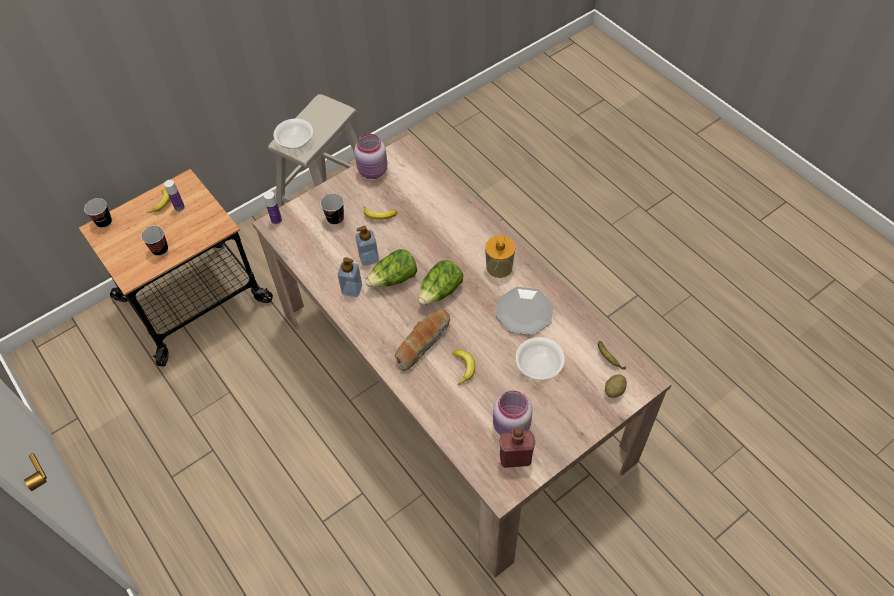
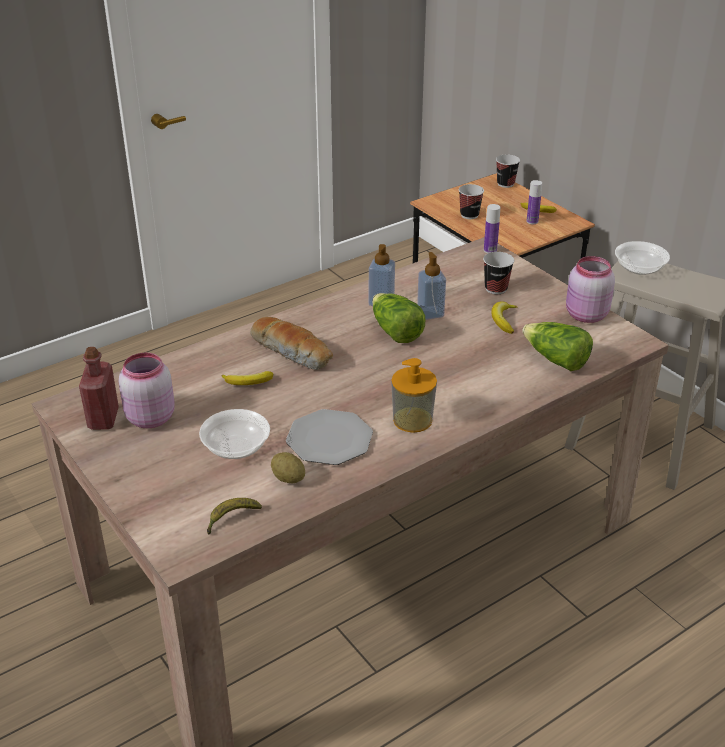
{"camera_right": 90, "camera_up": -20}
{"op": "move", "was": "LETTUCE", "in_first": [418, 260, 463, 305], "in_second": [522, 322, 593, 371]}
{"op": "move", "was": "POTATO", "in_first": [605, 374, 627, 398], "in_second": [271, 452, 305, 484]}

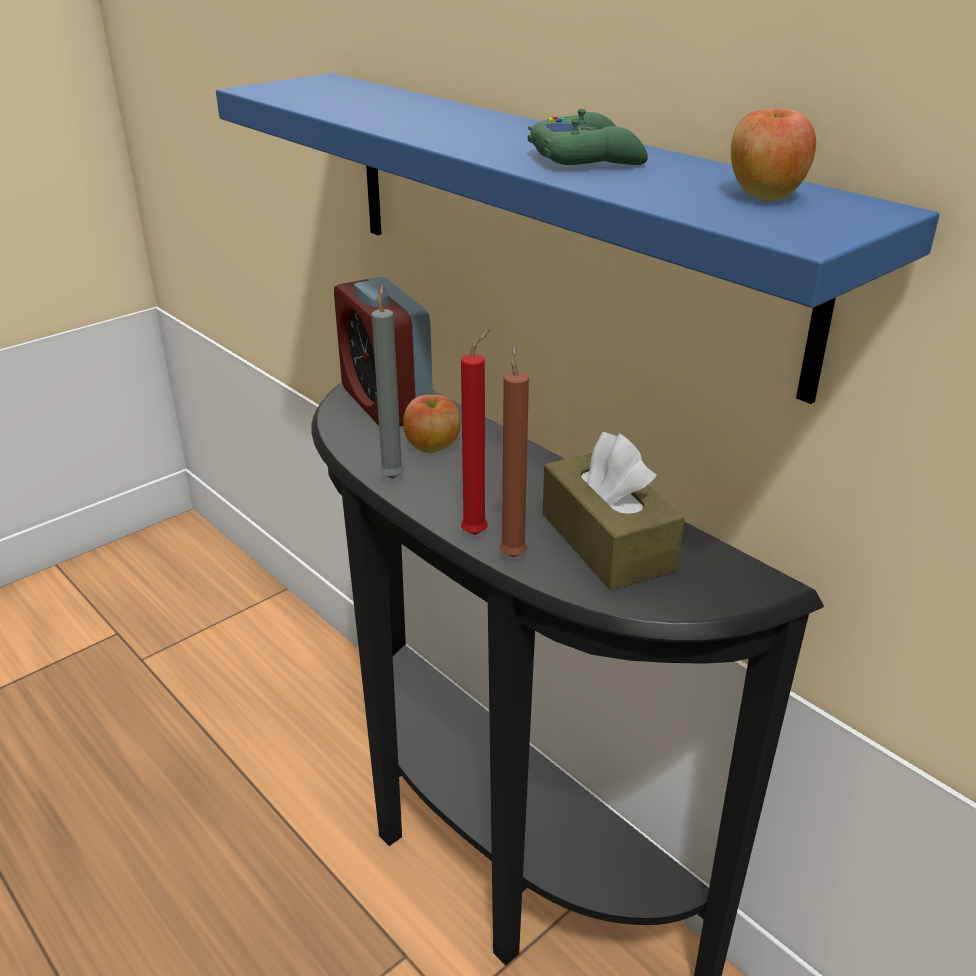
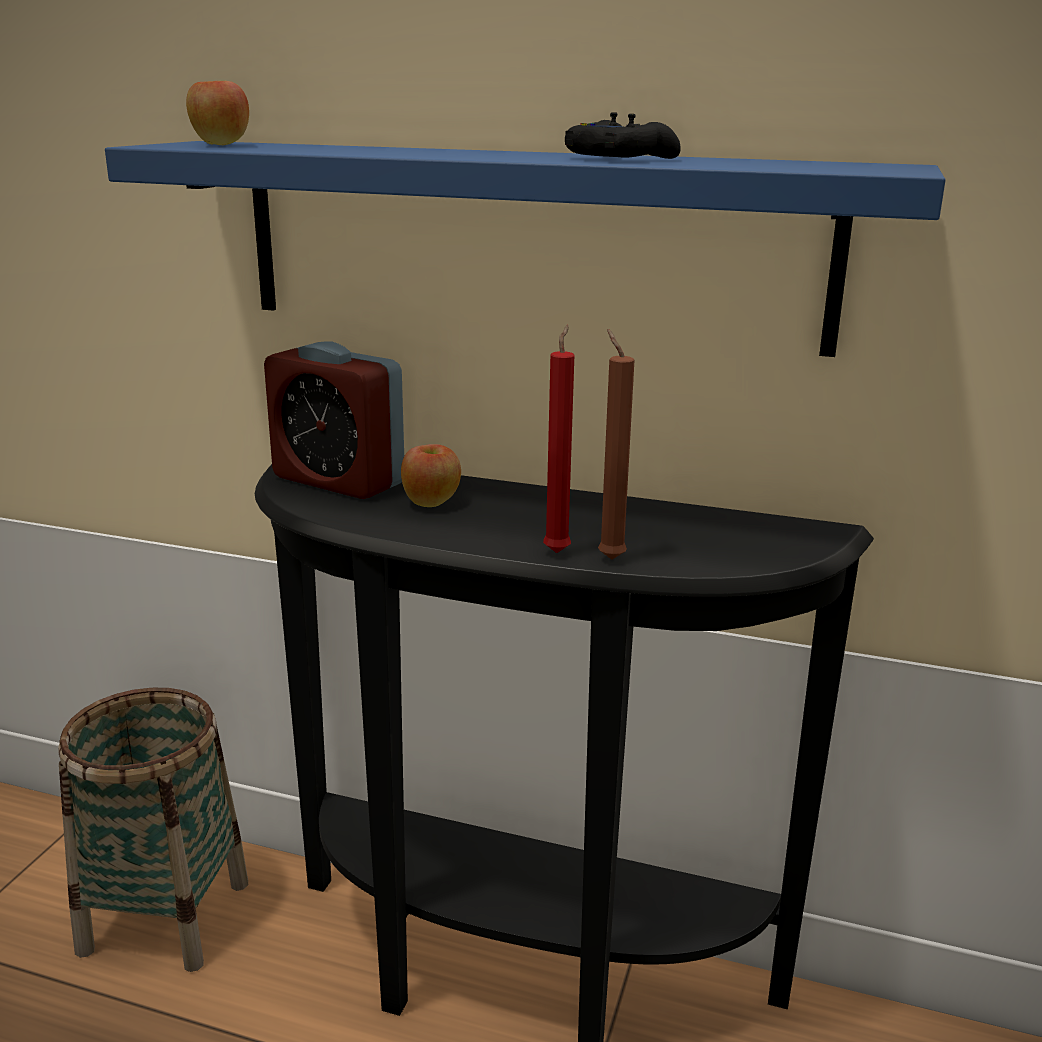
{"camera_right": -30, "camera_up": -10}
{"op": "delete", "was": "GRAY WAX CANDLE", "in_first": [372, 284, 404, 479]}
{"op": "recolor", "was": "GREENISH JOYPAD", "now": "BLACK JOYPAD", "in_first": [528, 109, 648, 165], "in_second": [565, 113, 681, 159]}
{"op": "delete", "was": "BROWN-COLOURED TISSUE HOLDER", "in_first": [542, 432, 685, 590]}
{"op": "move", "was": "APPLE FRUIT", "in_first": [731, 109, 816, 201], "in_second": [186, 81, 249, 145]}
{"op": "insert", "now": "STORAGE BASKET", "in_second": [58, 688, 248, 972]}

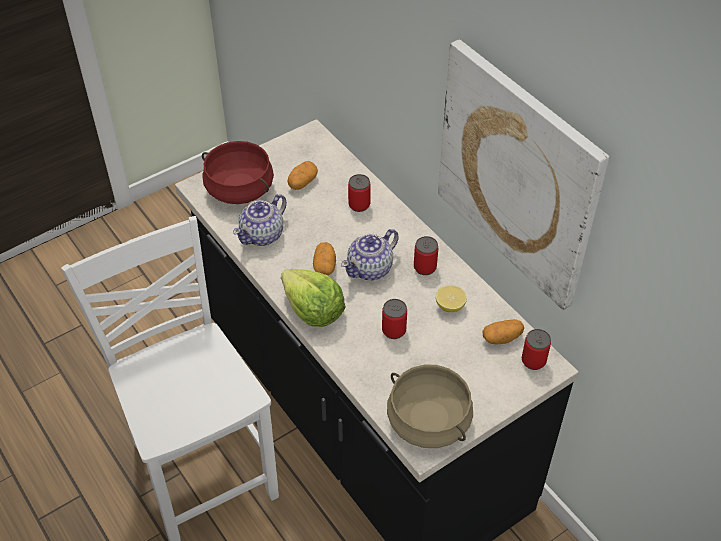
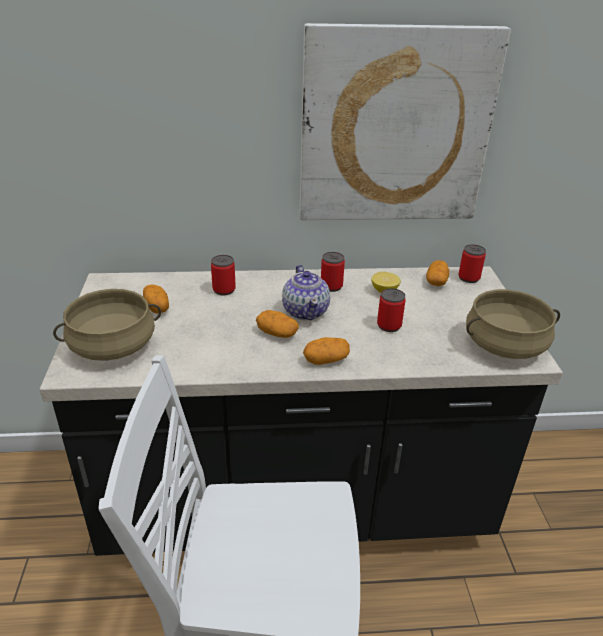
{"camera_right": -60, "camera_up": -15}
{"op": "recolor", "was": "REDDISH SAUCEPOT", "now": "BEIGE-COLOURED SAUCEPOT", "in_first": [202, 141, 274, 204], "in_second": [53, 289, 161, 361]}
{"op": "delete", "was": "TEAPOT", "in_first": [233, 194, 287, 246]}
{"op": "replace", "was": "LETTUCE", "now": "POTATO", "in_first": [281, 269, 345, 327], "in_second": [303, 337, 350, 365]}

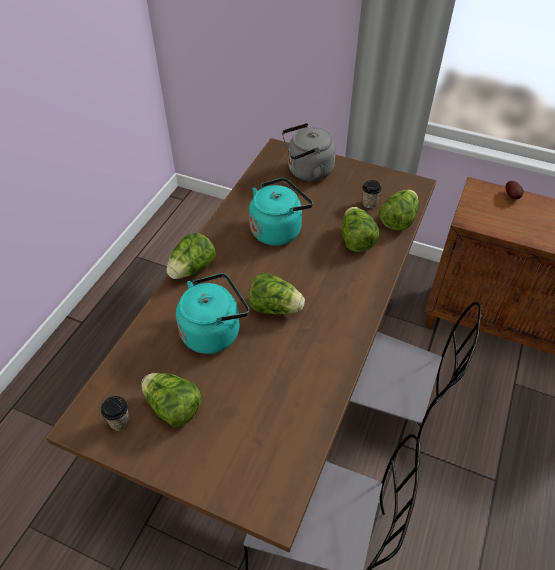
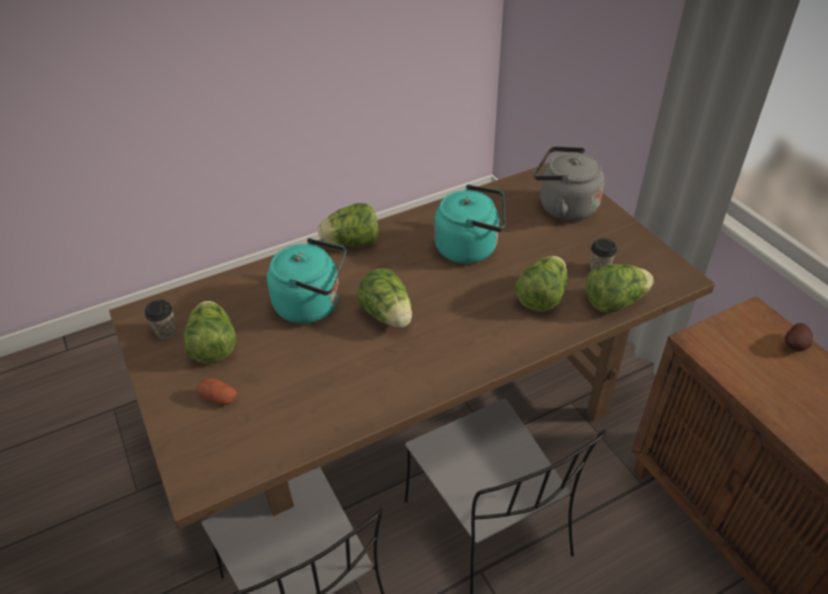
{"camera_right": 40, "camera_up": -5}
{"op": "insert", "now": "POTATO", "in_second": [197, 378, 237, 405]}

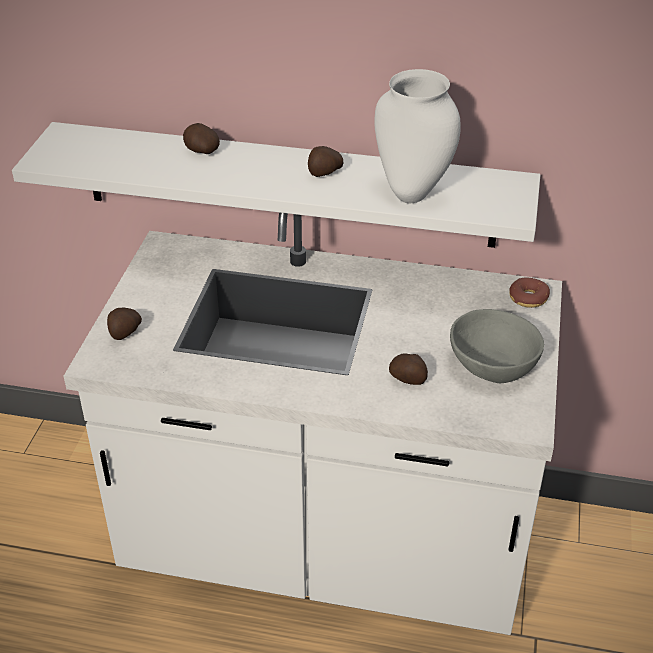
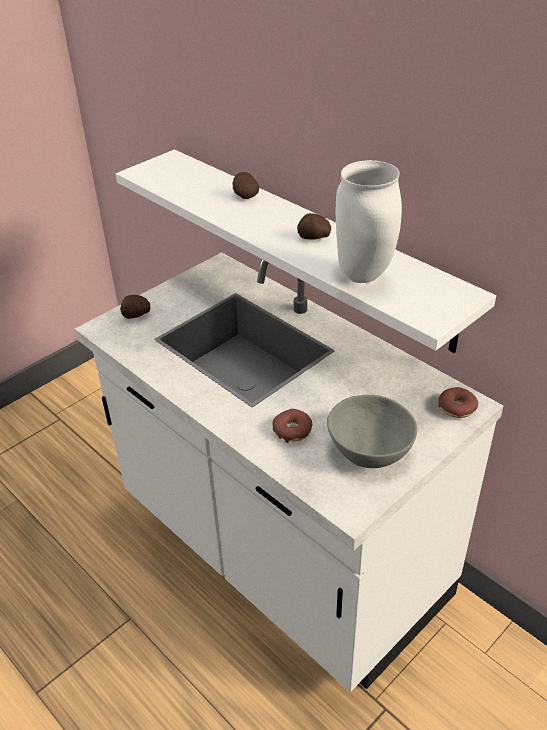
{"camera_right": 35, "camera_up": 0}
{"op": "replace", "was": "POTATO", "now": "RING DOUGHNUT", "in_first": [389, 353, 428, 385], "in_second": [273, 409, 312, 443]}

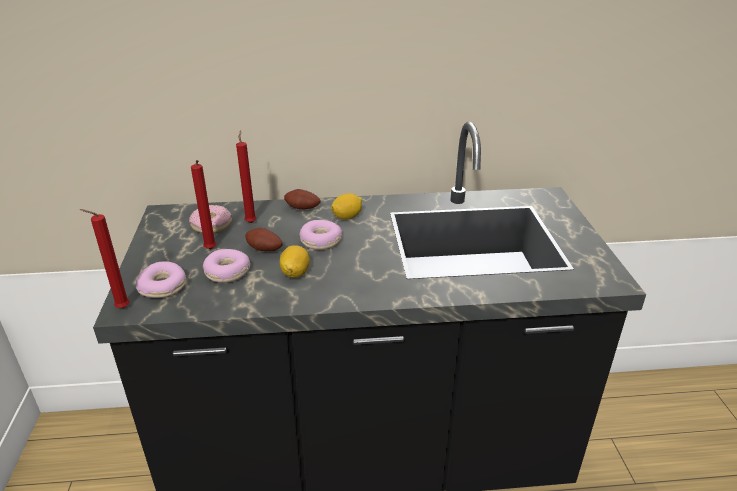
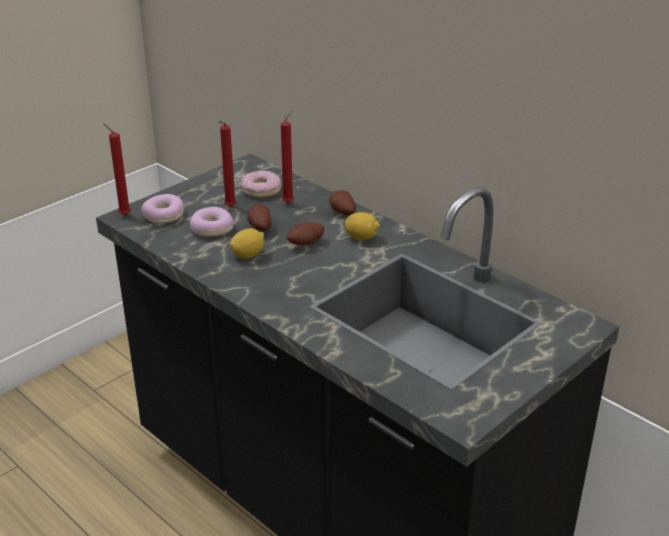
{"camera_right": 50, "camera_up": 0}
{"op": "replace", "was": "RING DOUGHNUT", "now": "POTATO", "in_first": [299, 220, 342, 250], "in_second": [287, 222, 325, 245]}

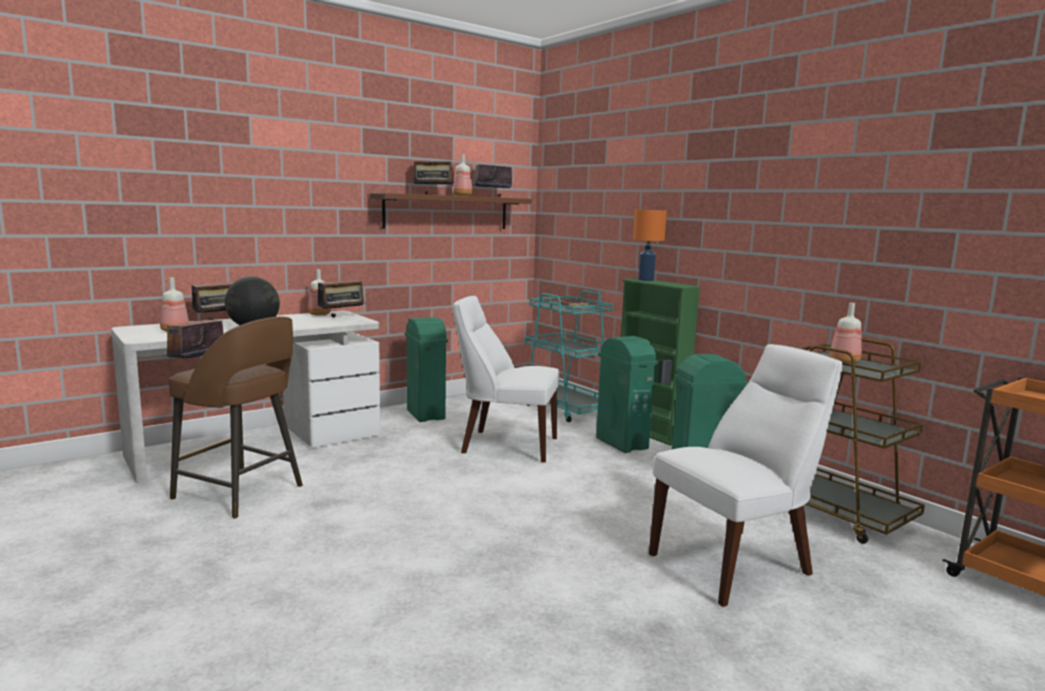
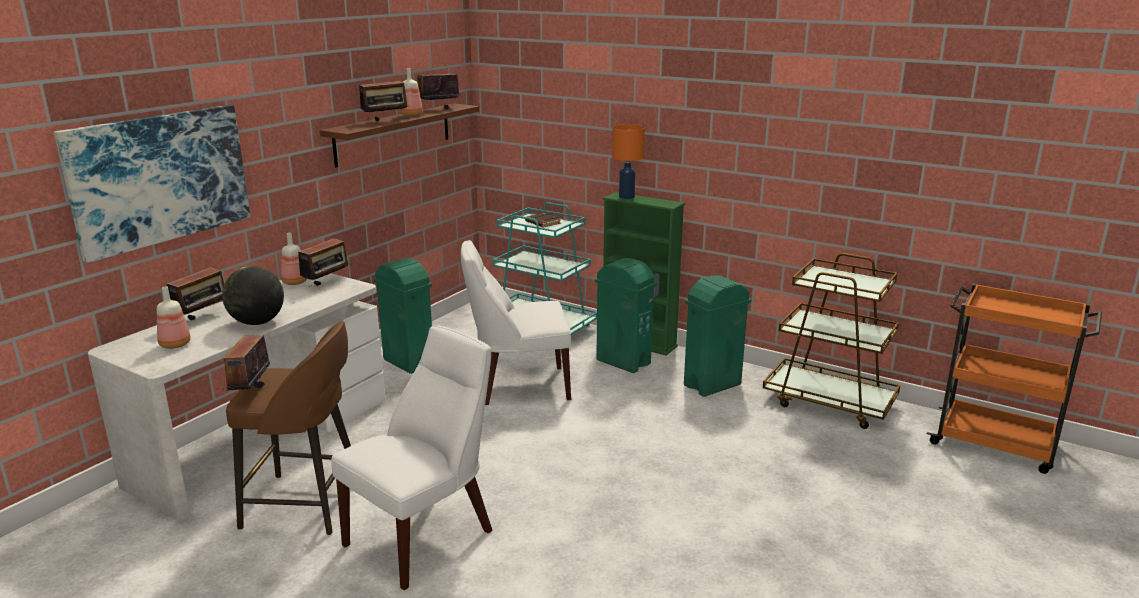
{"camera_right": -20, "camera_up": 10}
{"op": "move", "was": "WHITISH UPRIGHT CHAIR", "in_first": [649, 344, 842, 607], "in_second": [331, 326, 493, 590]}
{"op": "delete", "was": "DRINK BOTTLE", "in_first": [829, 303, 862, 364]}
{"op": "insert", "now": "WALL PICTURE", "in_second": [54, 105, 250, 263]}

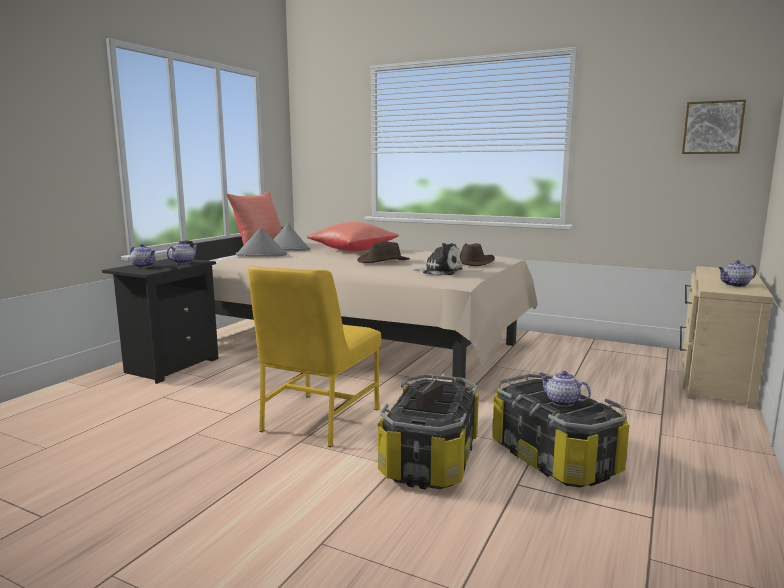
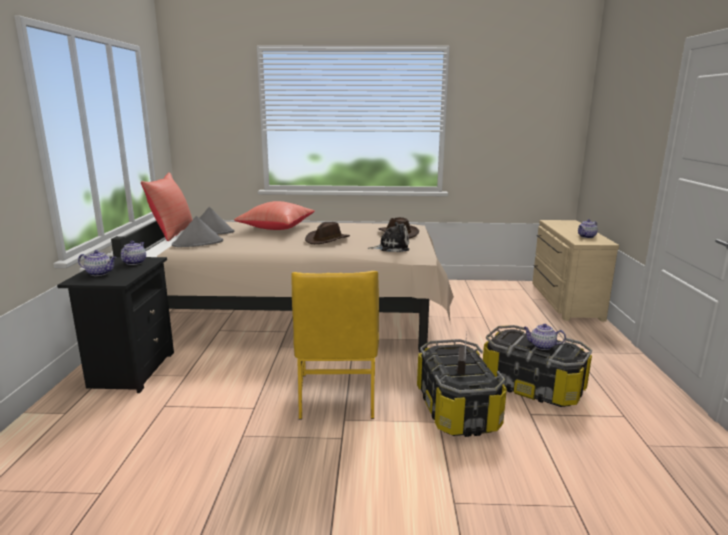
{"camera_right": -25, "camera_up": 5}
{"op": "delete", "was": "WALL PICTURE", "in_first": [682, 99, 746, 154]}

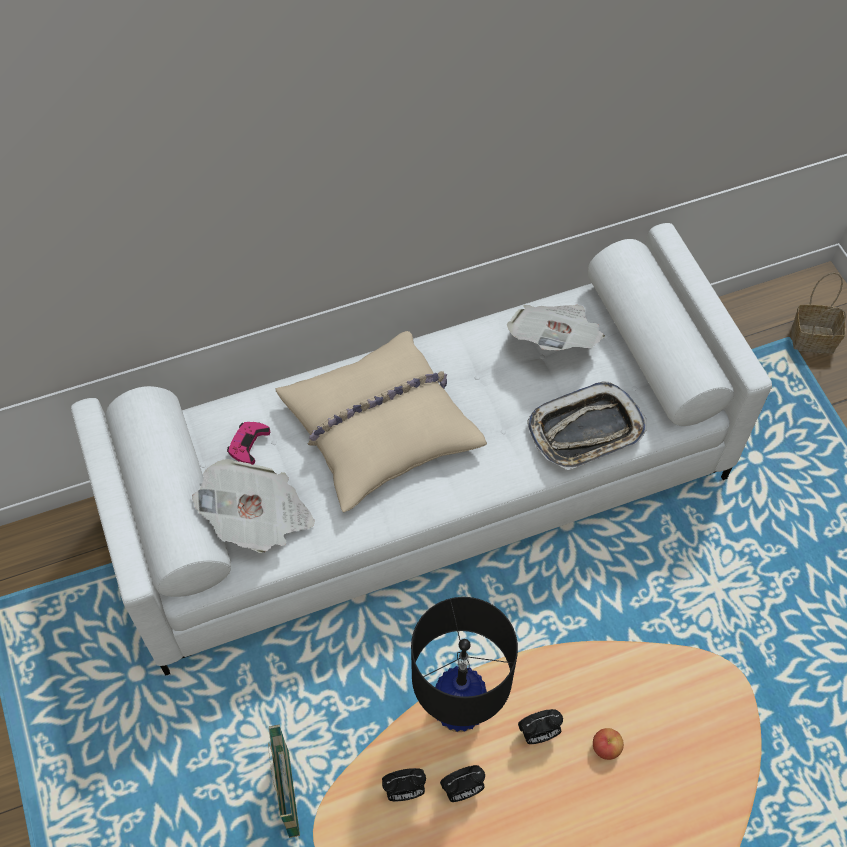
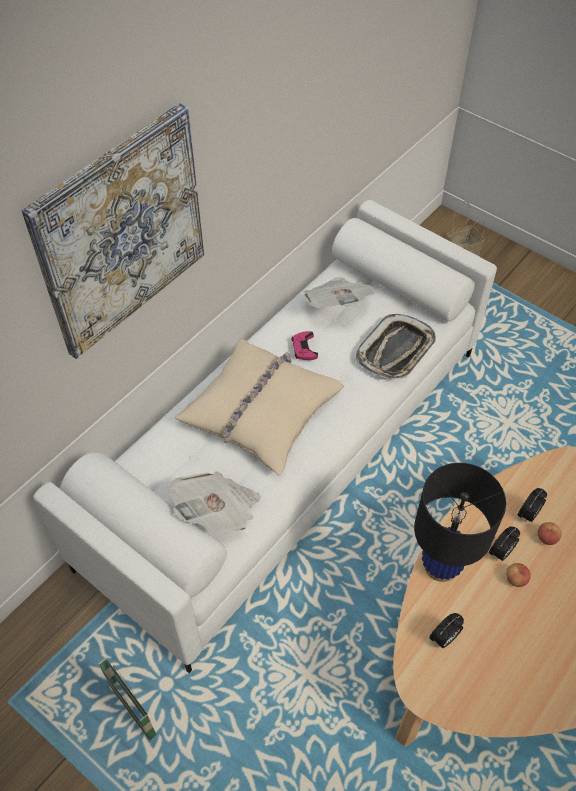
{"camera_right": -30, "camera_up": -5}
{"op": "move", "was": "PINK-COLOURED JOYPAD", "in_first": [227, 422, 270, 465], "in_second": [291, 331, 318, 360]}
{"op": "move", "was": "STORAGE BASKET", "in_first": [268, 725, 300, 838], "in_second": [98, 658, 157, 741]}
{"op": "move", "was": "BEDSIDE CLOCK", "in_first": [440, 765, 485, 802], "in_second": [518, 488, 547, 523]}
{"op": "insert", "now": "WALL PICTURE", "in_second": [21, 103, 204, 359]}
{"op": "insert", "now": "APPLE FRUIT", "in_second": [506, 563, 531, 587]}

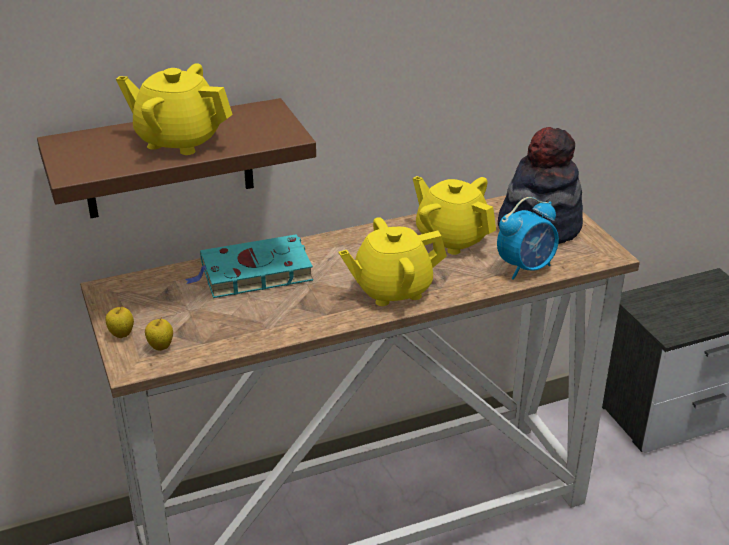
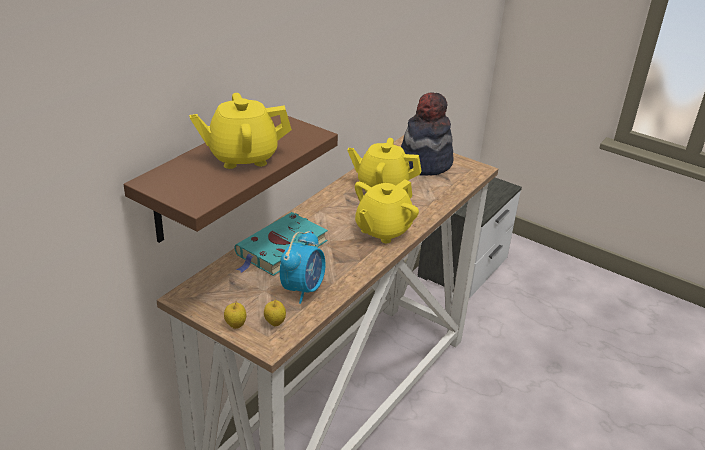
{"camera_right": -35, "camera_up": 0}
{"op": "move", "was": "BEDSIDE CLOCK", "in_first": [497, 197, 559, 280], "in_second": [280, 230, 325, 304]}

